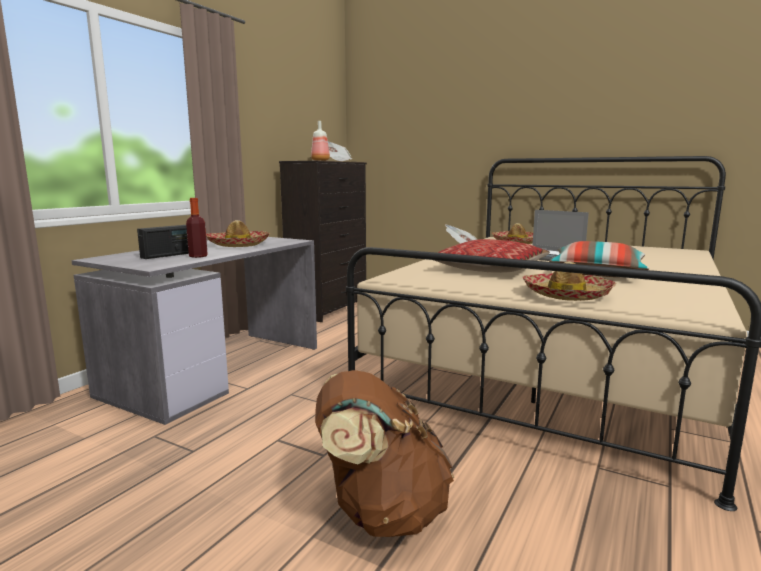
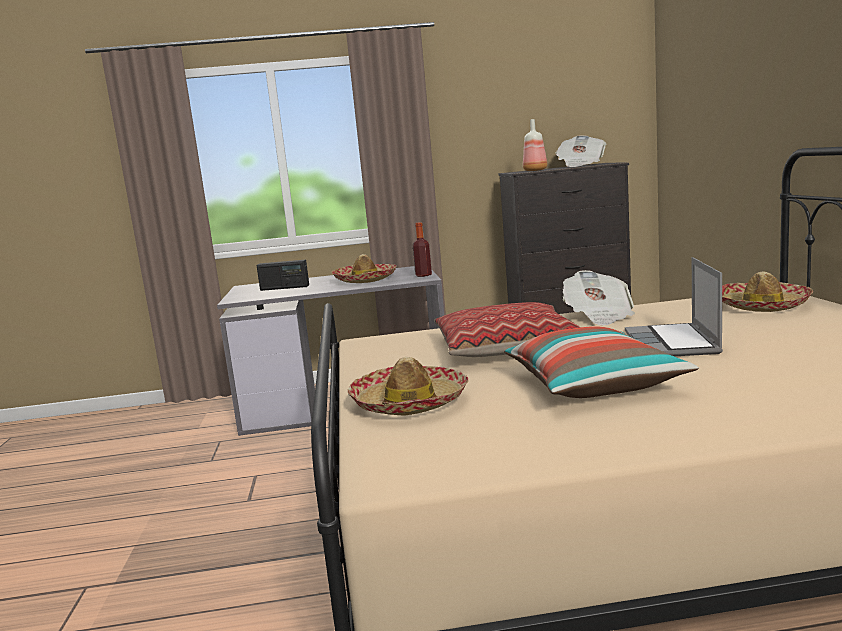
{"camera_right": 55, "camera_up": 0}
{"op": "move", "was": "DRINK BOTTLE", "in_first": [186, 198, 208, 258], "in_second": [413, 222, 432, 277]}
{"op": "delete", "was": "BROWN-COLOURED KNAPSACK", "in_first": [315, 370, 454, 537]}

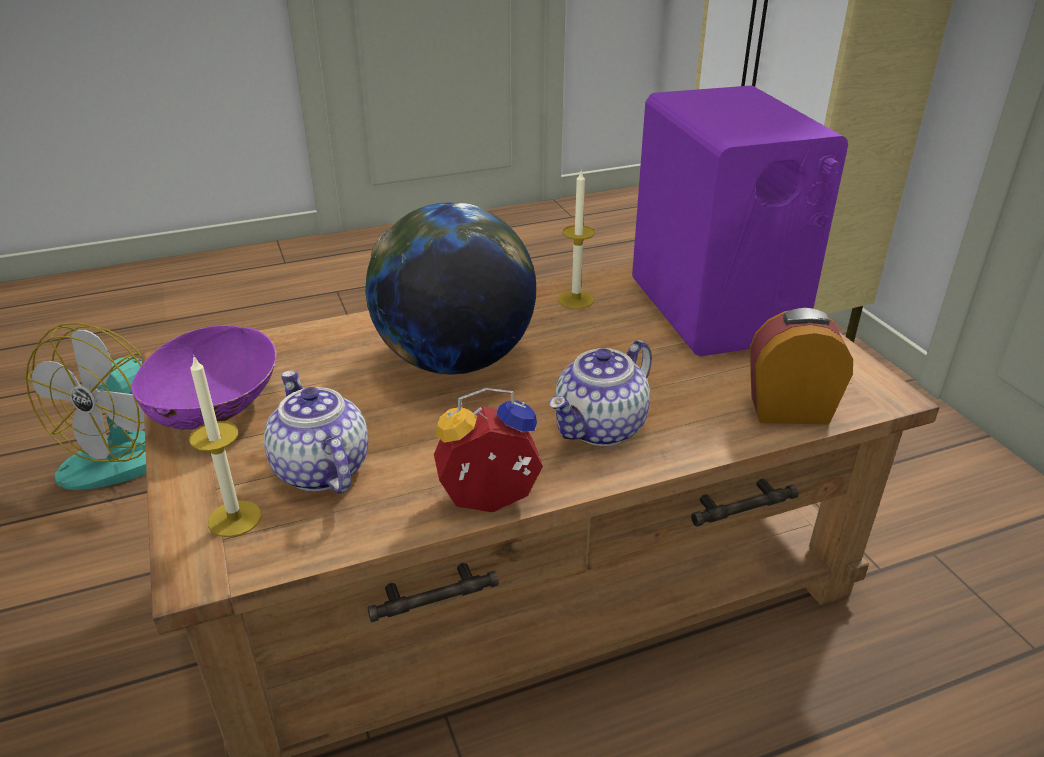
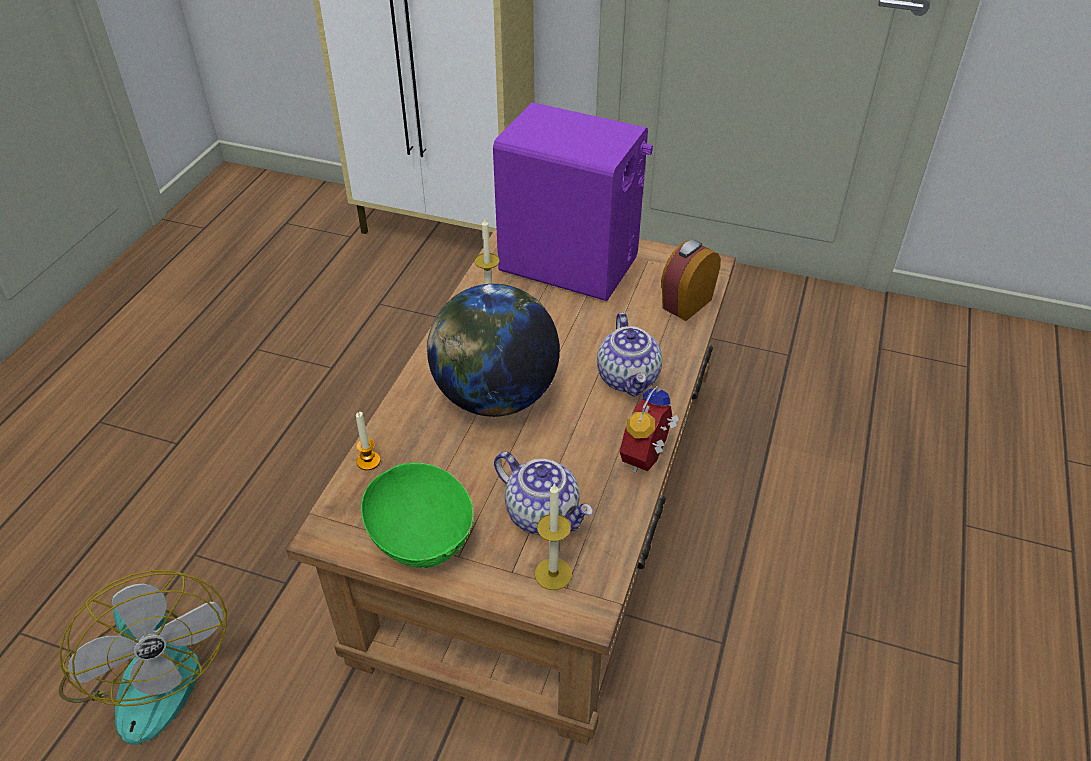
{"camera_right": -50, "camera_up": 10}
{"op": "recolor", "was": "PURPLISH BOWL", "now": "GREENISH BOWL", "in_first": [132, 325, 276, 430], "in_second": [361, 463, 474, 568]}
{"op": "rotate", "was": "TEAPOT", "in_first": [264, 371, 368, 493], "in_second": [494, 452, 593, 535], "clockwise": -150}
{"op": "insert", "now": "WAX CANDLE", "in_second": [356, 412, 381, 470]}

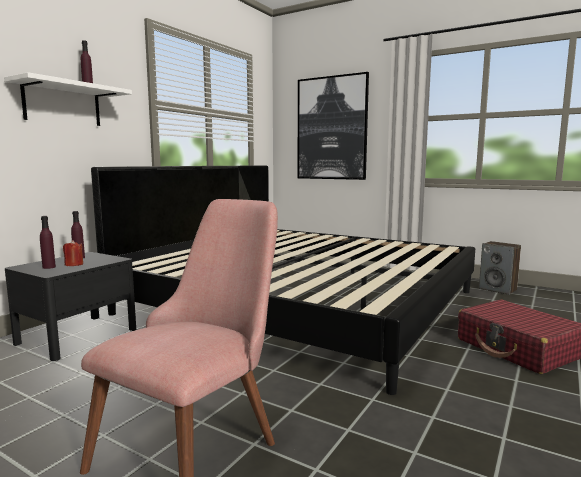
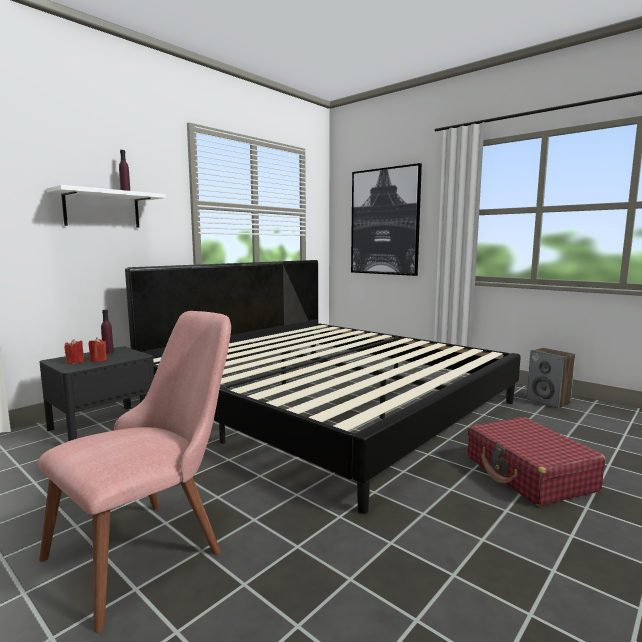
{"camera_right": 10, "camera_up": 0}
{"op": "replace", "was": "PURPLISH DRINK BOTTLE", "now": "REDDISH WAX CANDLE", "in_first": [40, 216, 56, 269], "in_second": [65, 339, 84, 364]}

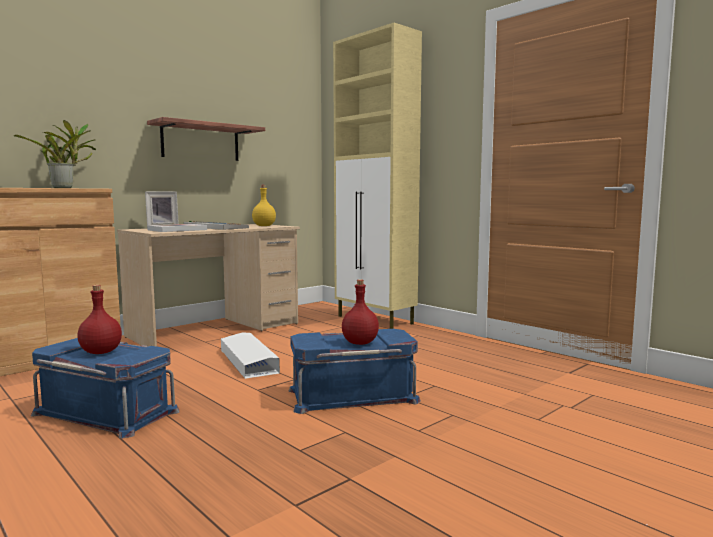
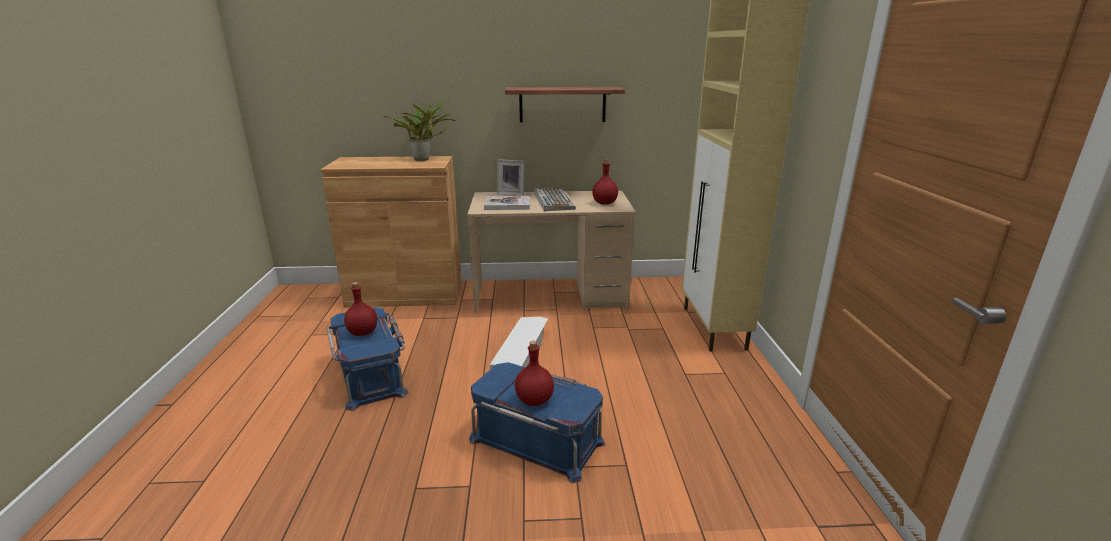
{"camera_right": 40, "camera_up": 15}
{"op": "recolor", "was": "YELLOW DRINK BOTTLE", "now": "REDDISH DRINK BOTTLE", "in_first": [252, 185, 276, 226], "in_second": [592, 159, 618, 205]}

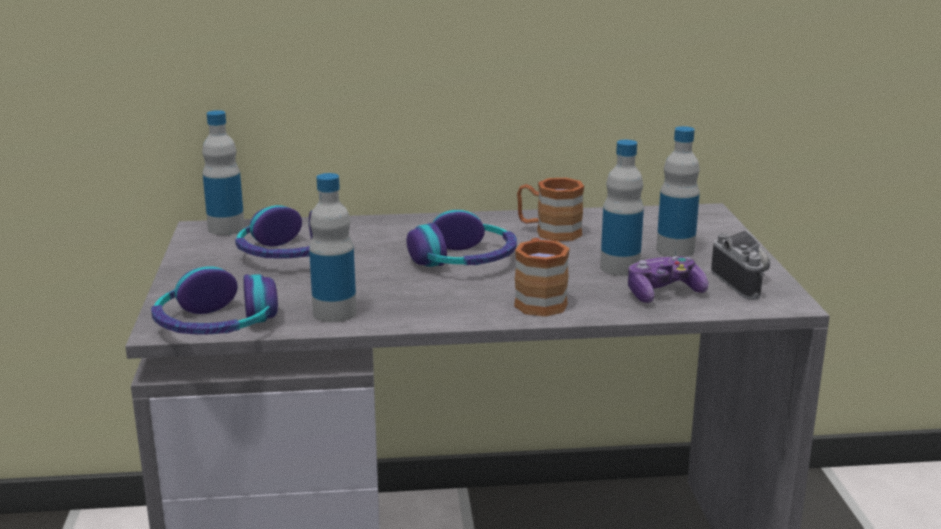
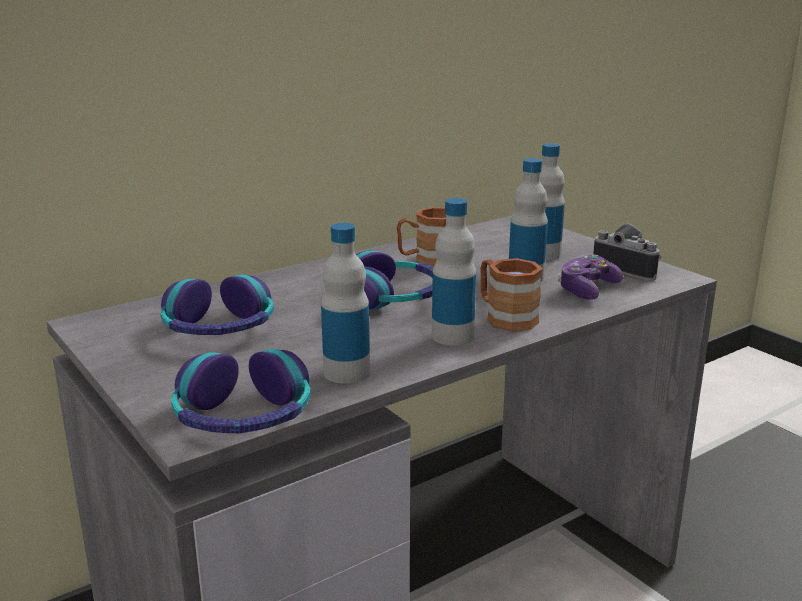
{"camera_right": -30, "camera_up": 0}
{"op": "move", "was": "DRINK BOTTLE", "in_first": [202, 110, 245, 235], "in_second": [432, 198, 476, 346]}

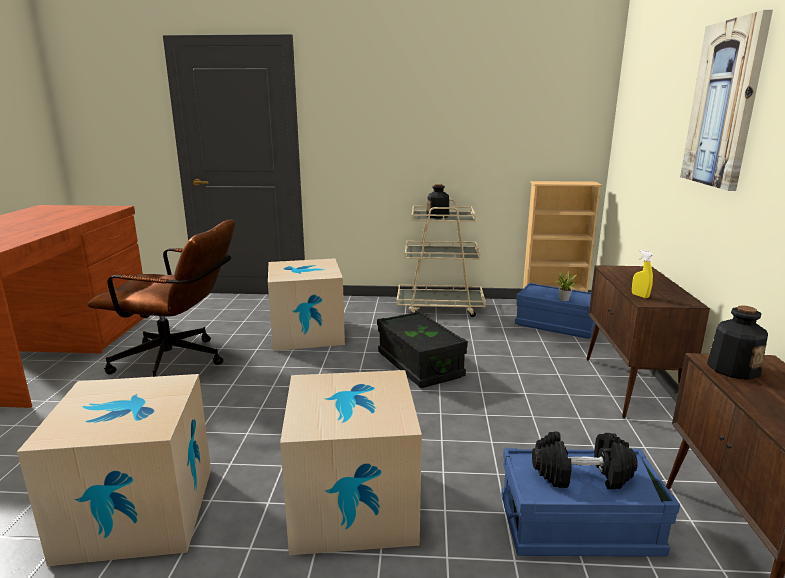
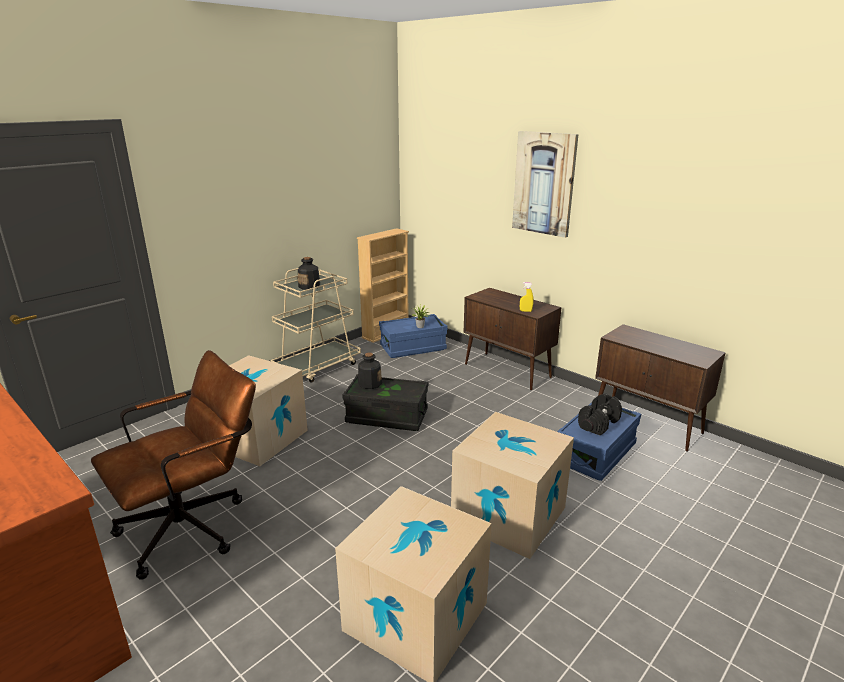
{"camera_right": -50, "camera_up": 5}
{"op": "move", "was": "DRINK BOTTLE", "in_first": [707, 305, 768, 380], "in_second": [358, 352, 382, 389]}

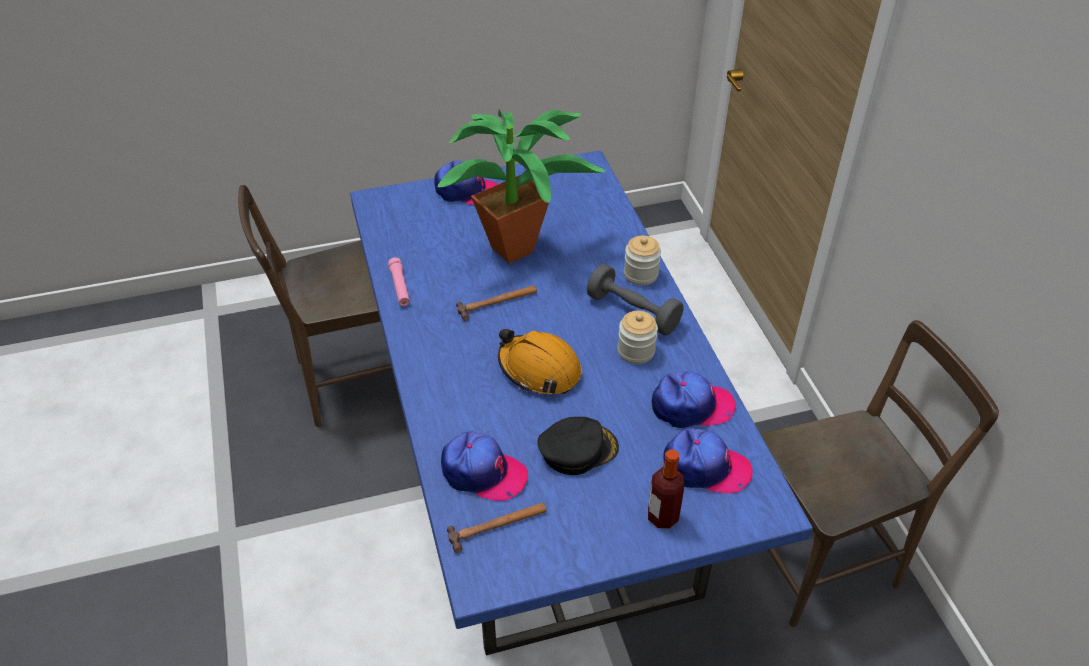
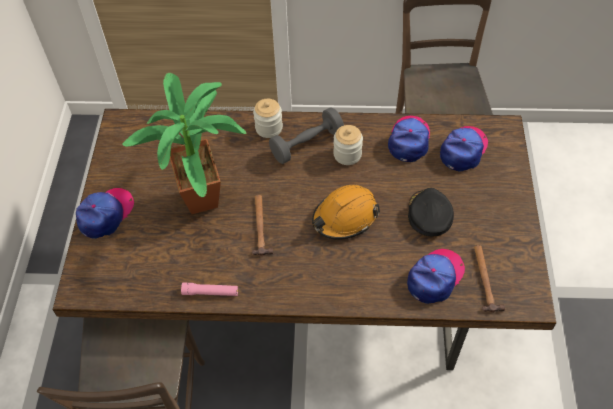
{"camera_right": -70, "camera_up": 10}
{"op": "recolor", "was": "BLUE DINING TABLE", "now": "BROWN-COLOURED DINING TABLE", "in_first": [350, 151, 813, 655], "in_second": [53, 109, 556, 370]}
{"op": "delete", "was": "DRINK BOTTLE", "in_first": [648, 449, 684, 529]}

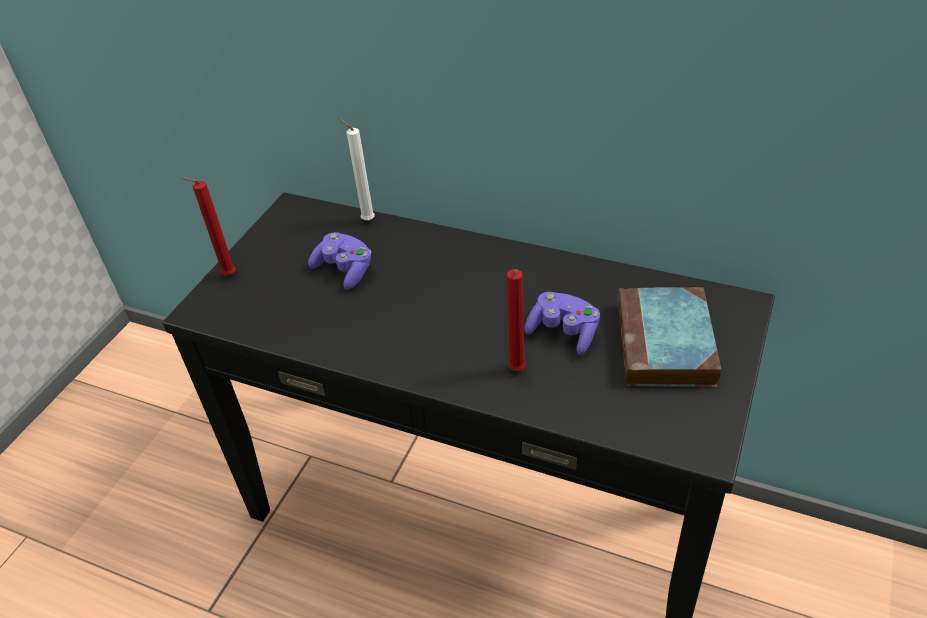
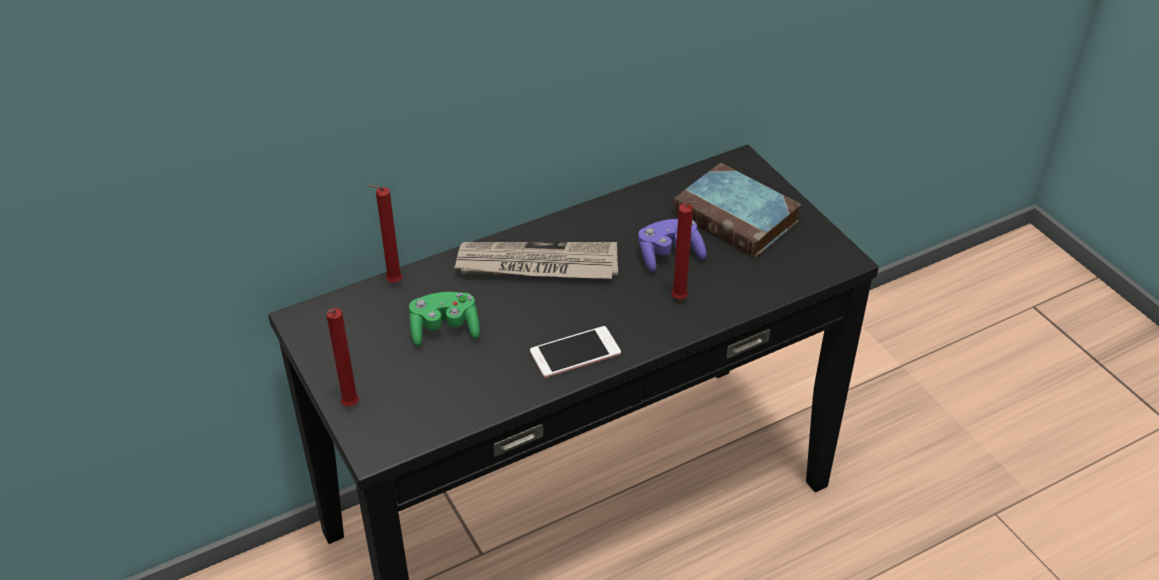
{"camera_right": -55, "camera_up": 0}
{"op": "recolor", "was": "PURPLISH JOYPAD", "now": "GREENISH JOYPAD", "in_first": [308, 232, 371, 290], "in_second": [409, 292, 480, 347]}
{"op": "recolor", "was": "WHITISH WAX CANDLE", "now": "REDDISH WAX CANDLE", "in_first": [339, 118, 375, 221], "in_second": [368, 185, 402, 283]}
{"op": "insert", "now": "DAILY PAPER", "in_second": [454, 242, 618, 279]}
{"op": "insert", "now": "HANDSET", "in_second": [530, 326, 621, 378]}

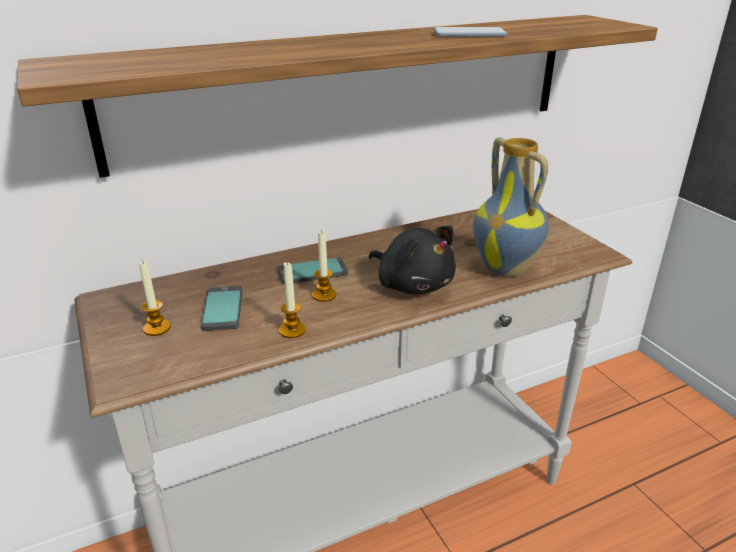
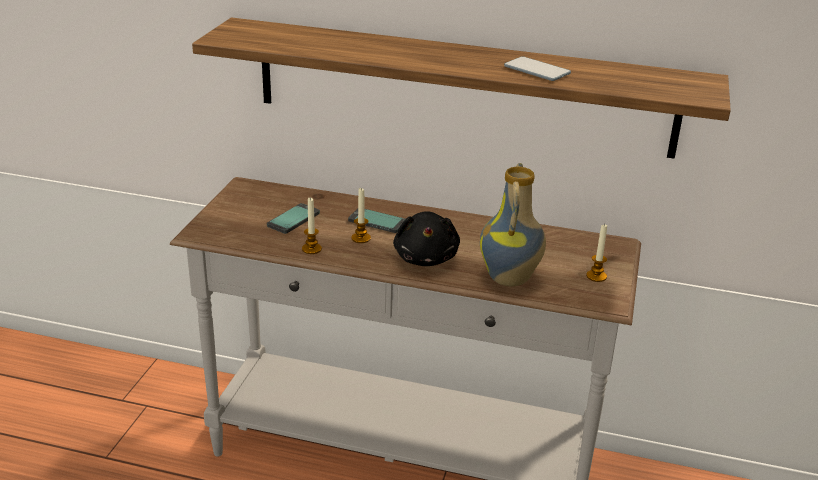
{"camera_right": 40, "camera_up": 0}
{"op": "move", "was": "WAX CANDLE", "in_first": [139, 260, 171, 336], "in_second": [586, 224, 607, 282]}

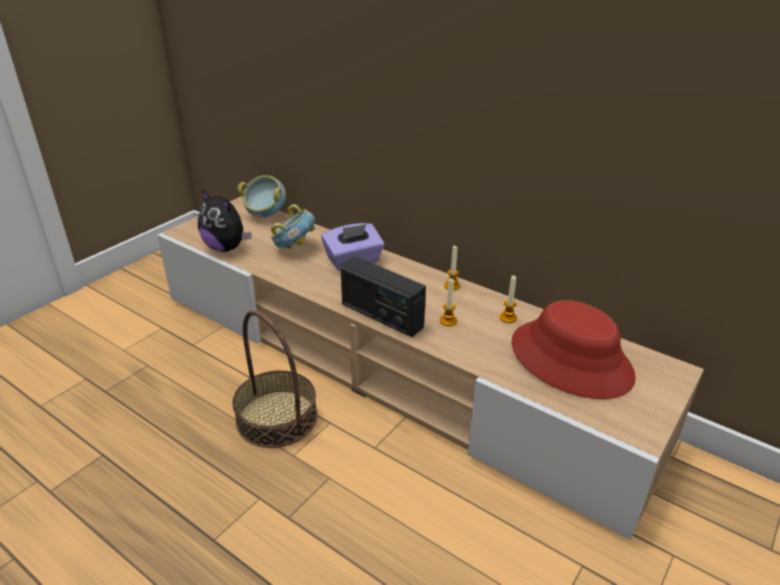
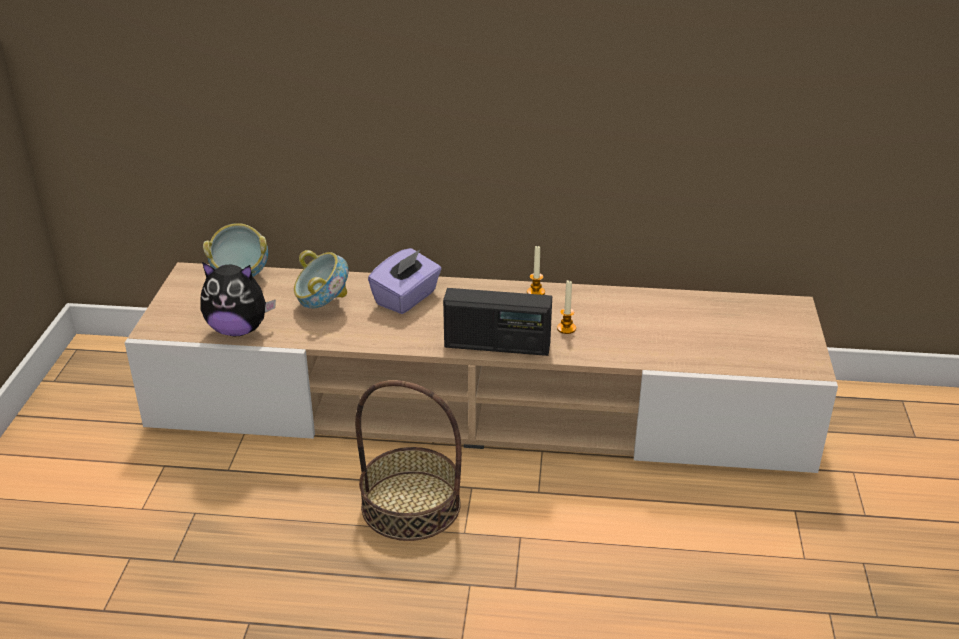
{"camera_right": -30, "camera_up": 0}
{"op": "delete", "was": "WAX CANDLE", "in_first": [500, 275, 517, 323]}
{"op": "delete", "was": "REDDISH CLOTHING HAT", "in_first": [512, 300, 636, 399]}

